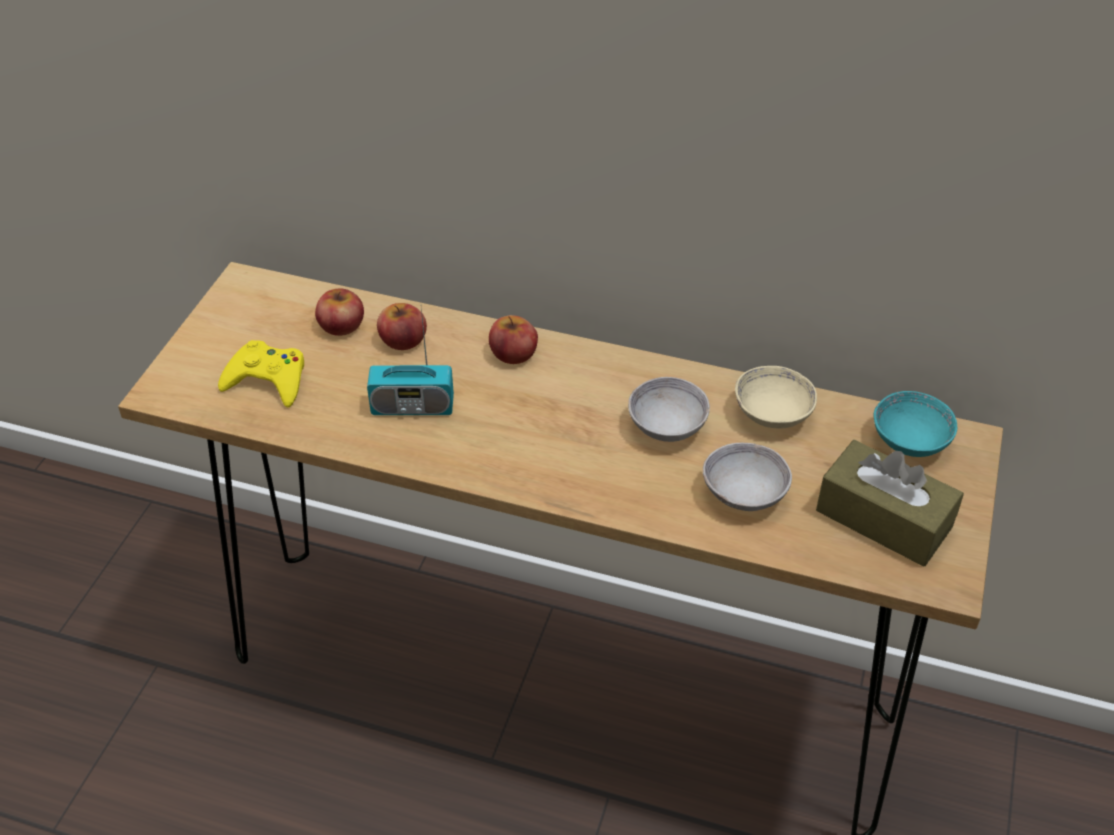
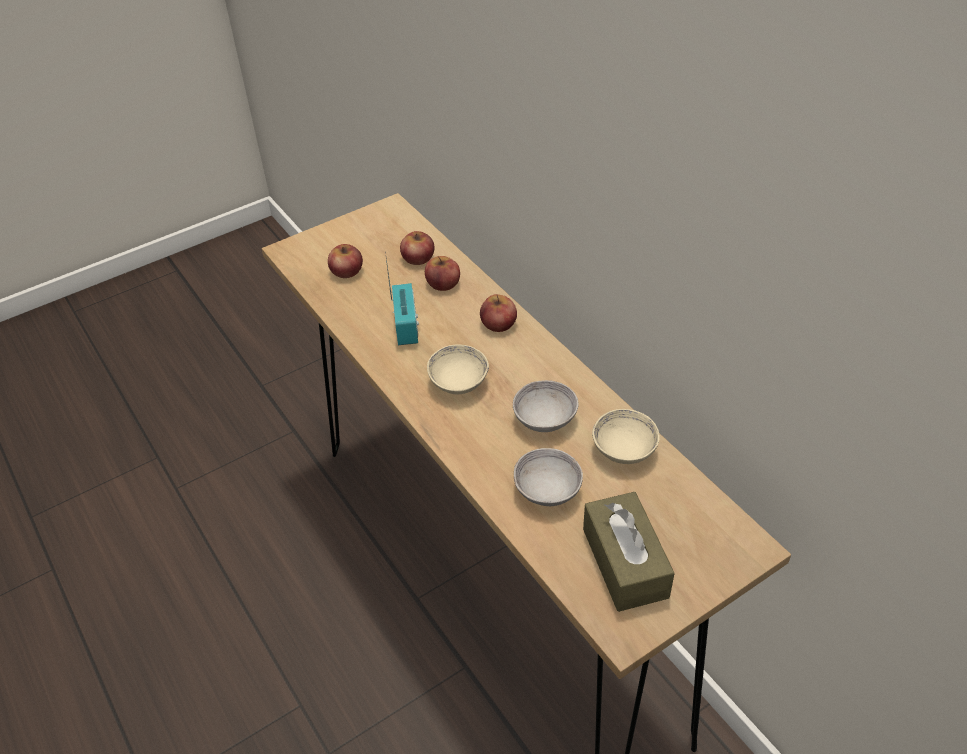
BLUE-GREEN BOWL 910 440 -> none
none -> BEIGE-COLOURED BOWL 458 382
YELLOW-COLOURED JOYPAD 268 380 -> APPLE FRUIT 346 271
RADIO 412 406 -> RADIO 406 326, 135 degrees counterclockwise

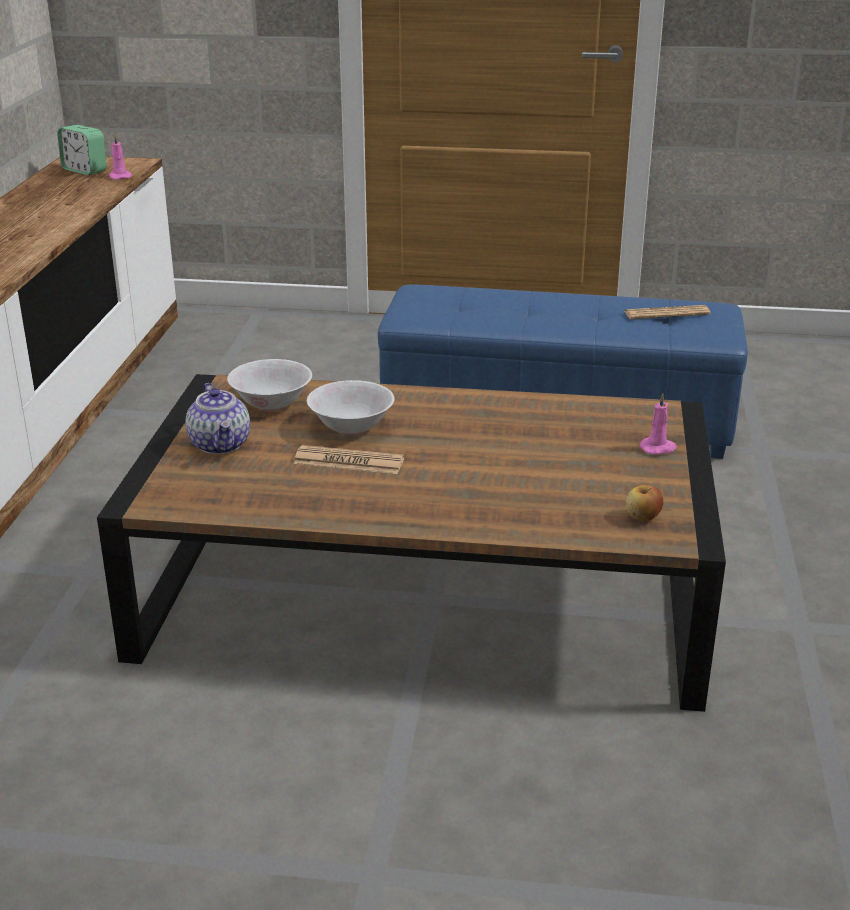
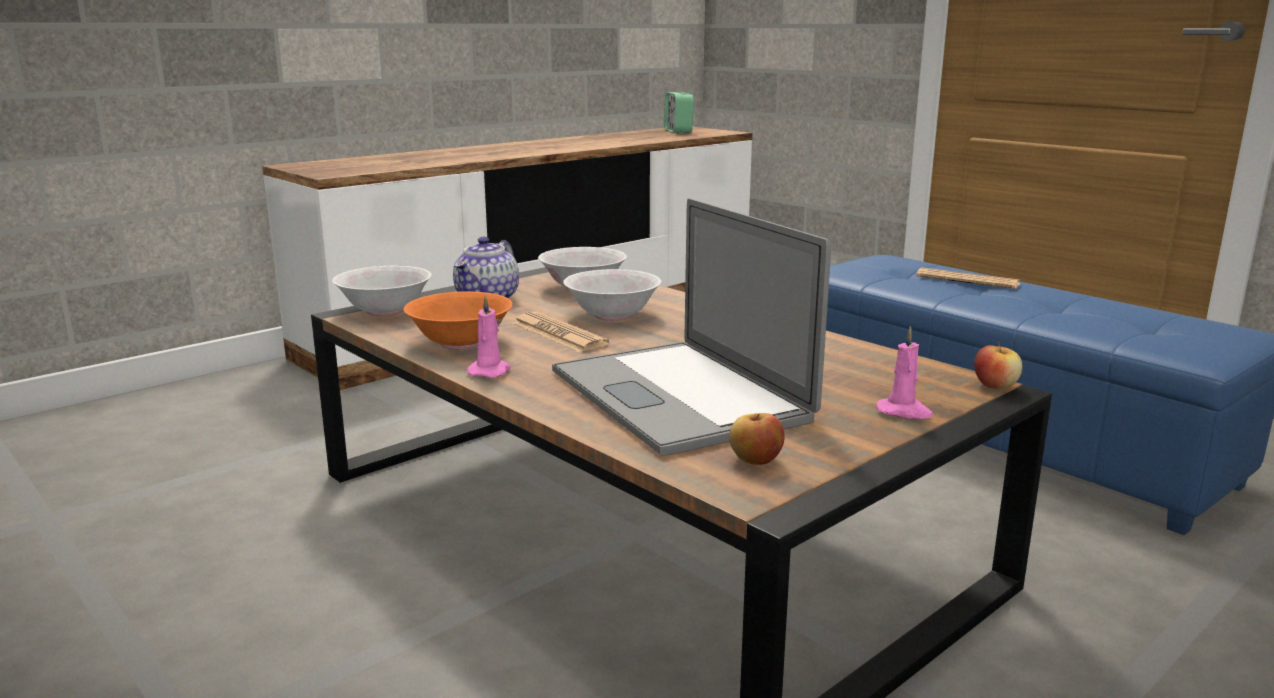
none -> WHITISH BOWL 384 311
none -> ORANGE BOWL 460 343
none -> LAPTOP 678 395
none -> APPLE FRUIT 995 386
PINK CANDLE 119 177 -> PINK CANDLE 490 371, move
PRINTED PAPER 666 313 -> PRINTED PAPER 967 280, move

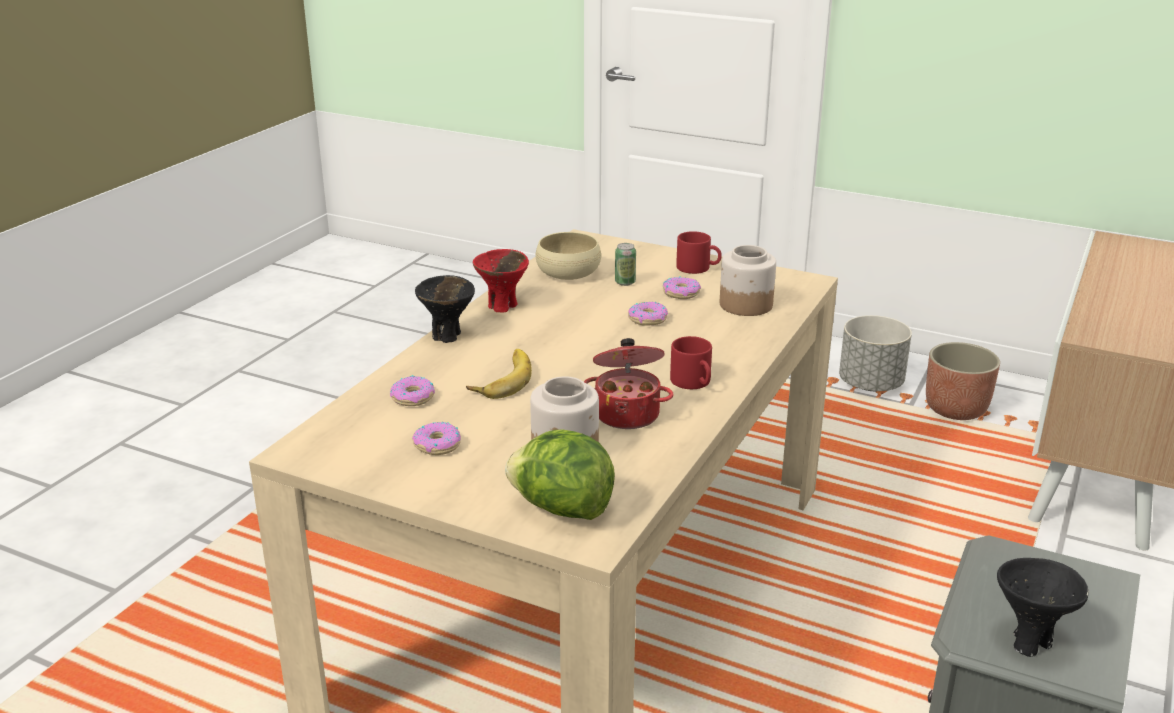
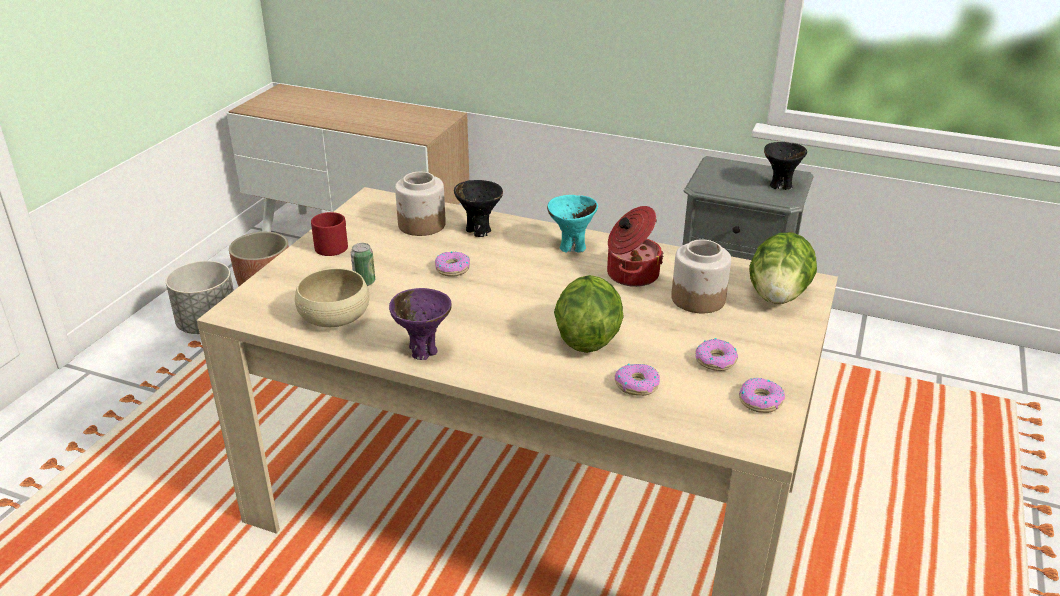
BLACKISH BOWL 447 336 -> BLACKISH BOWL 478 231, move
RING DOUGHNUT 681 293 -> RING DOUGHNUT 760 401, move
BANANA 501 379 -> LETTUCE HEAD 586 338
RED COFFEE MUG 694 383 -> BLUE-GREEN BOWL 572 247
RED BOWL 503 307 -> PURPLE-COLOURED BOWL 422 350

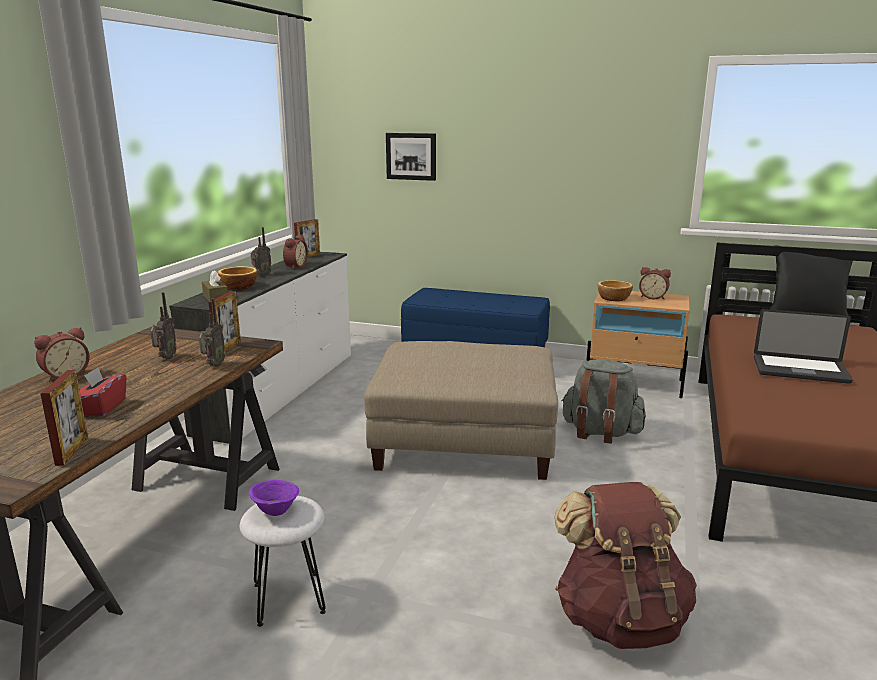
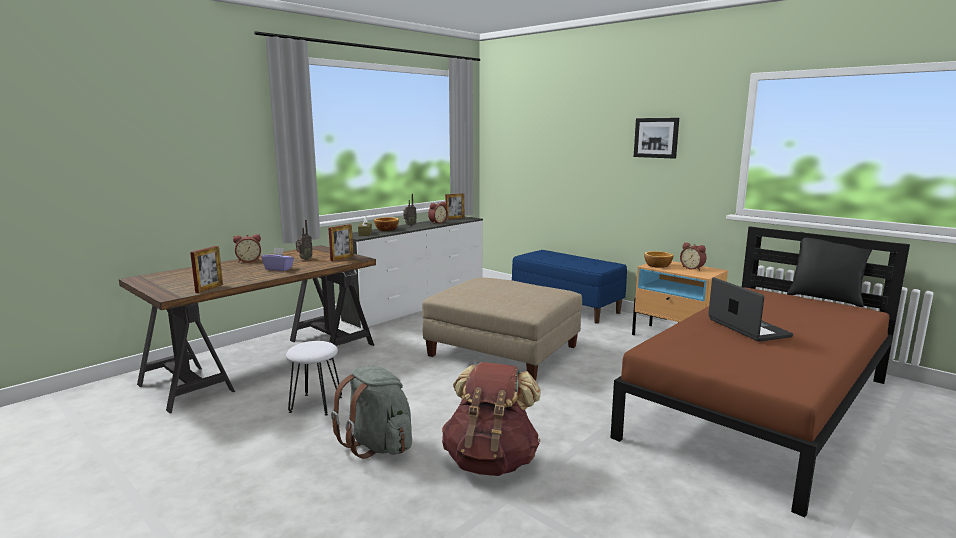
RED BOX OF TISSUES 102 408 -> none
RADIO 213 365 -> none
PURPLE-COLOURED BOWL 274 511 -> none
none -> PURPLE-COLOURED BOX OF TISSUES 279 269
WALL ART 411 156 -> WALL ART 656 137, move
GREY RUCKSACK 600 432 -> GREY RUCKSACK 378 445, move
LAPTOP 800 370 -> LAPTOP 748 328, 150 degrees counterclockwise

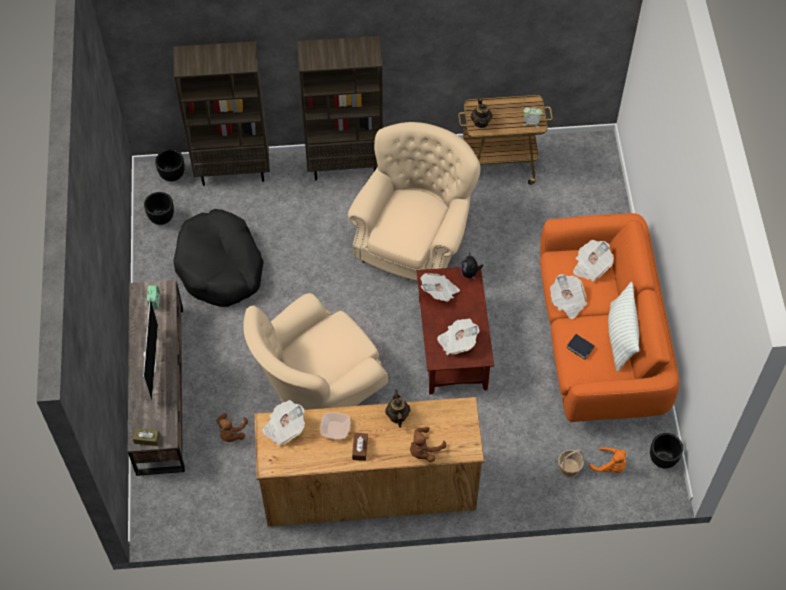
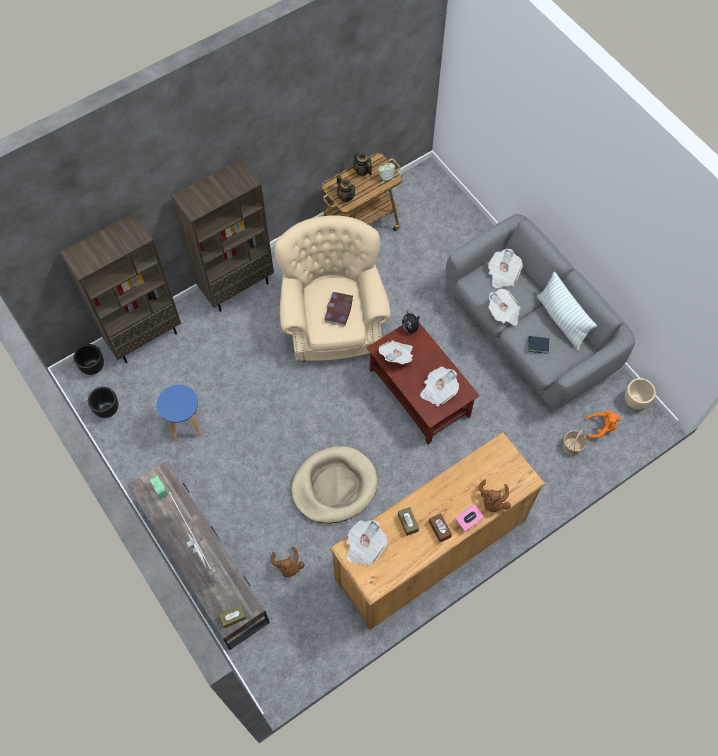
none -> VOLUME 339 310
none -> PINK BOX OF TISSUES 468 521
TEAPOT 397 416 -> TEAPOT 362 170, move
BLACKISH DOG CUSHION 220 266 -> BLUE STOOL 186 426
BEIGE-COLOURED EASY CHAIR 318 386 -> BEIGE-COLOURED DOG CUSHION 334 486
BOWL 335 428 -> BROWN BOX OF TISSUES 407 522
ORANGE SETTEE 599 342 -> GREY SETTEE 529 332
BLACKISH FLOWER POT 663 459 -> BEIGE-COLOURED FLOWER POT 635 401

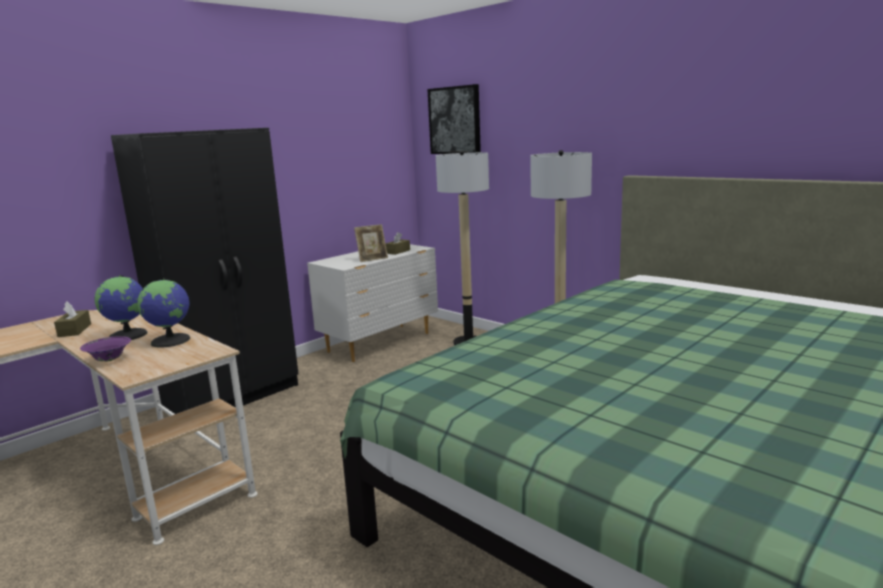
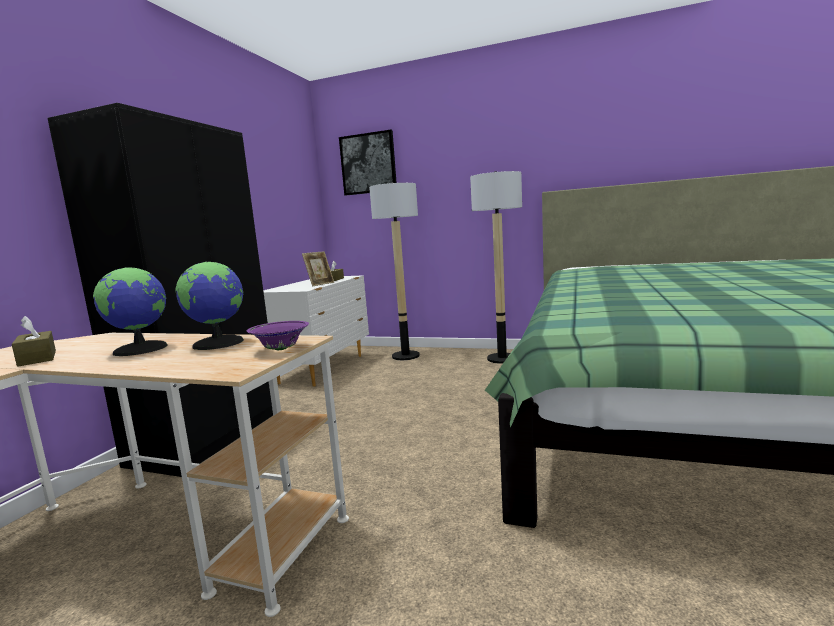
PURPLE-COLOURED BOWL 109 360 -> PURPLE-COLOURED BOWL 281 349, move

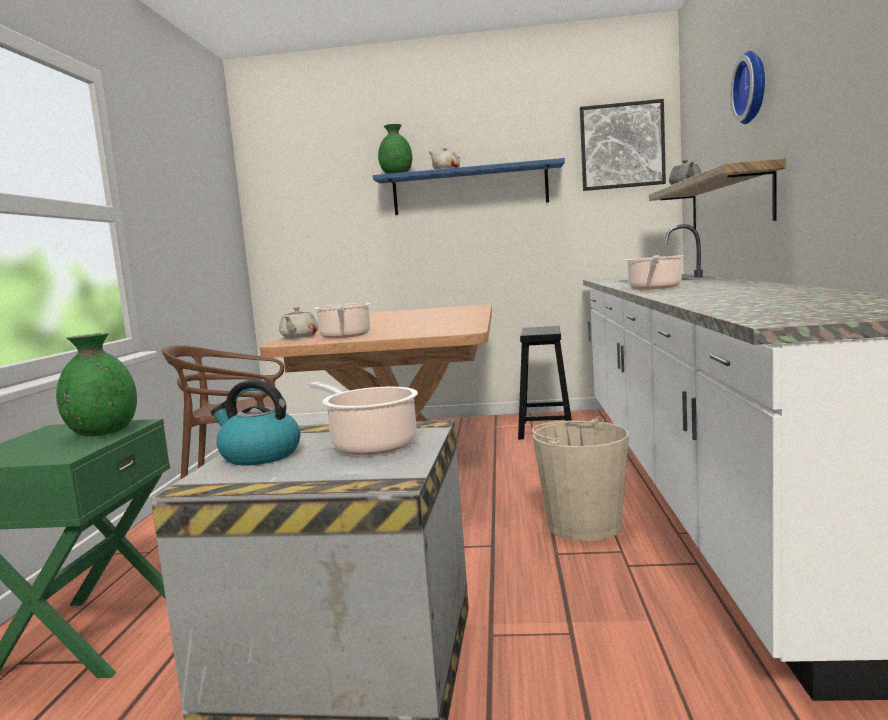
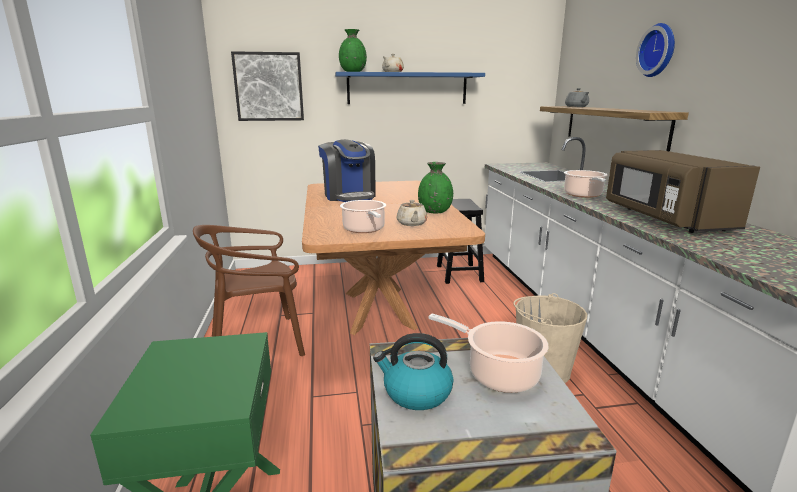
none -> COFFEE BREWER 349 196
none -> BROWN MICROWAVE OVEN 664 218
GREEN-COLOURED DECORATIVE VASE 102 432 -> GREEN-COLOURED DECORATIVE VASE 434 212, move
BEIGE-COLOURED TEAPOT 299 337 -> BEIGE-COLOURED TEAPOT 411 224, move
WALL ART 622 146 -> WALL ART 269 87, move

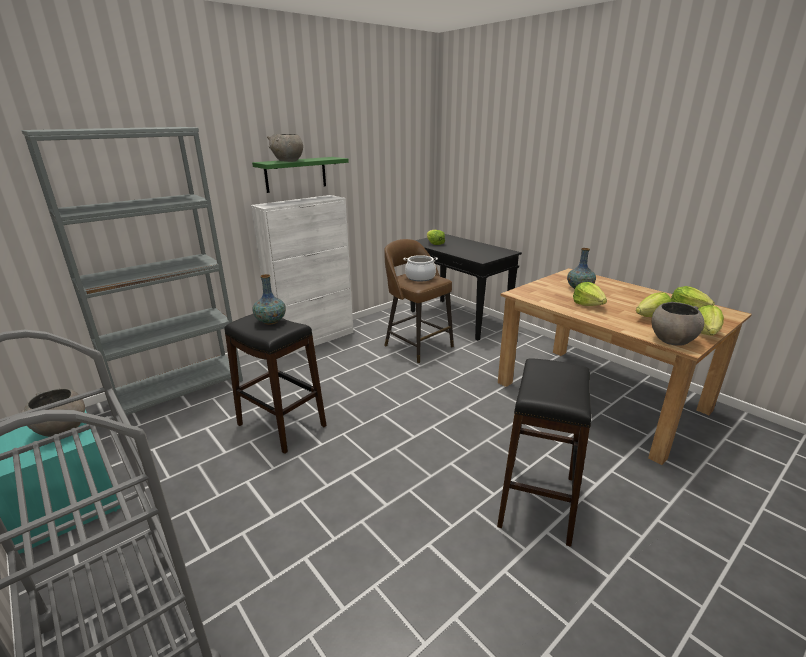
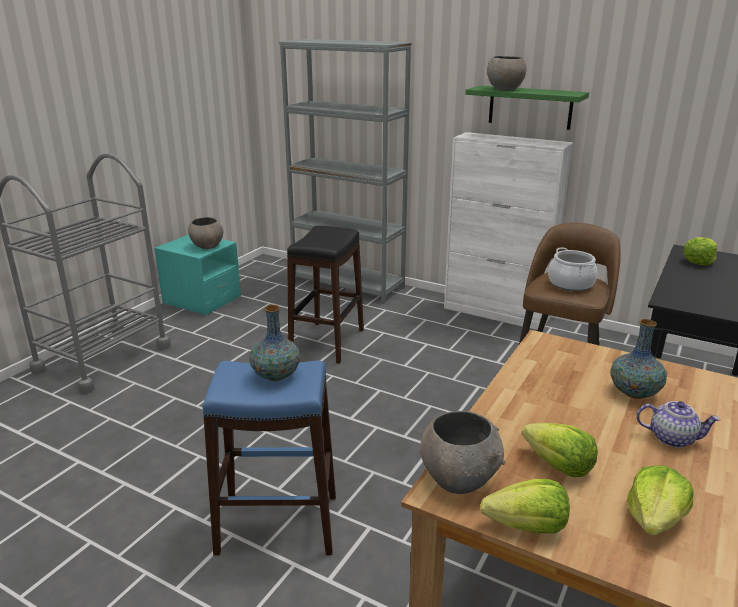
LETTUCE HEAD 588 304 -> none
none -> TEAPOT 672 438
DECORATIVE VASE 271 321 -> DECORATIVE VASE 276 375, move
BLACKISH STOOL 537 501 -> BLUE STOOL 277 524

